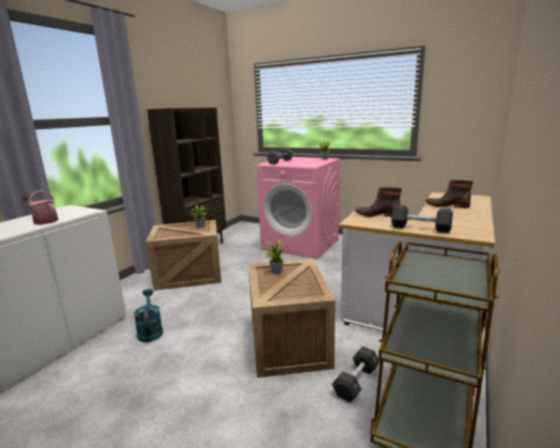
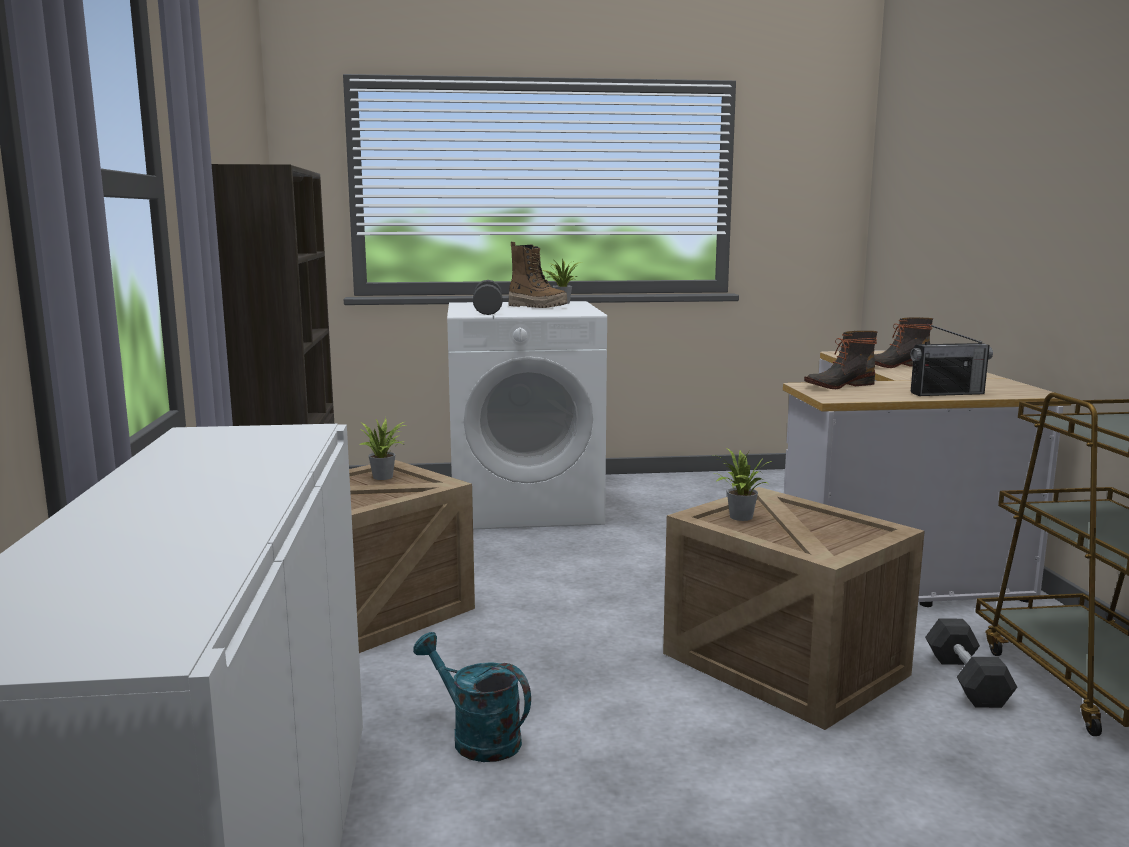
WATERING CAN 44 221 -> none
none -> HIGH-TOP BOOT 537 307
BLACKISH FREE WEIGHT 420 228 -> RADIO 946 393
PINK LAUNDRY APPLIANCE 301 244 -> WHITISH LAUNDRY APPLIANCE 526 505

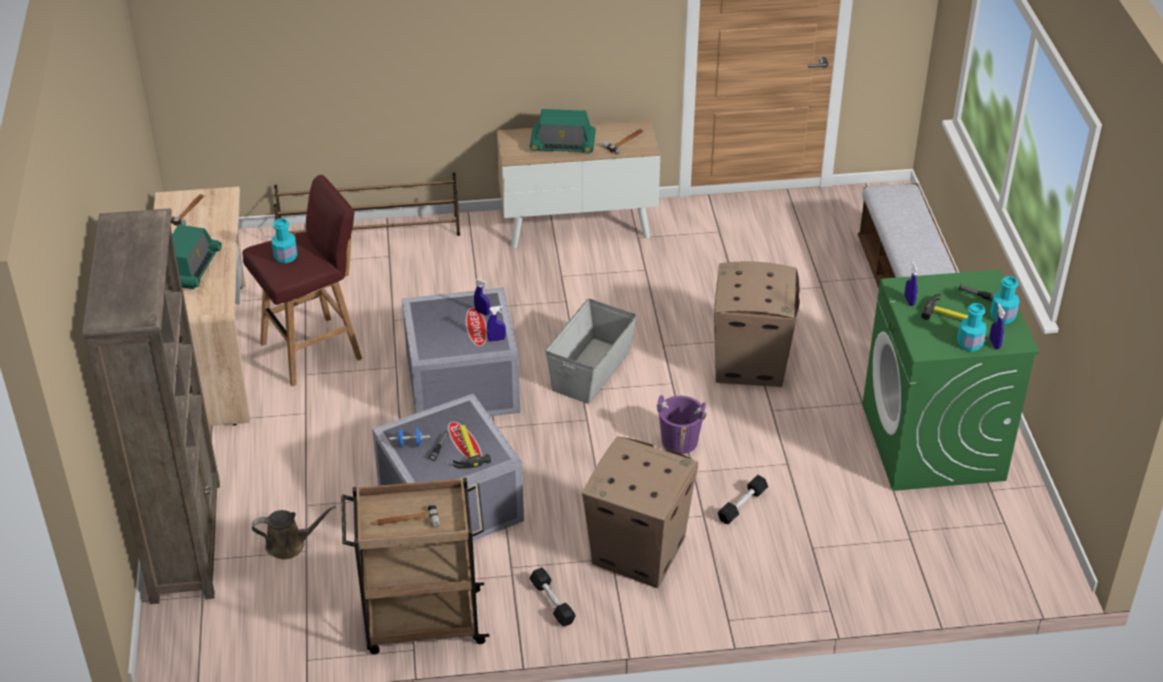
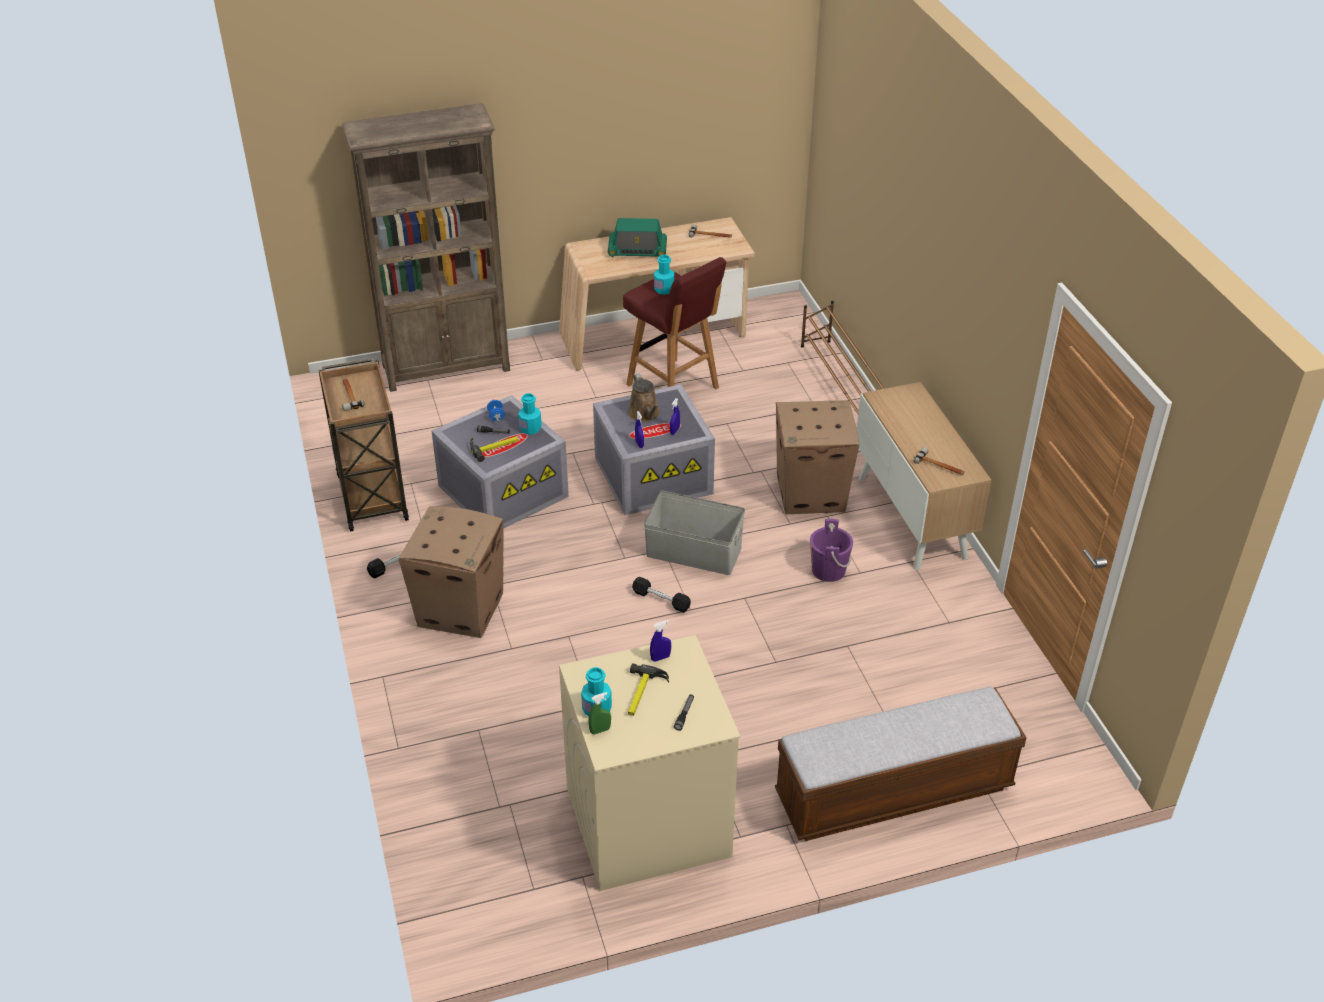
RADIO 562 145 -> none
BROWN WATERING CAN 289 544 -> BROWN WATERING CAN 645 414, move
PURPLE-COLOURED BUCKET 679 441 -> PURPLE-COLOURED BUCKET 828 570, move
PACKING BOX 750 362 -> PACKING BOX 812 493, move
BLACKISH FREE WEIGHT 742 505 -> BLACKISH FREE WEIGHT 661 600, move
BLUE-GREEN DRINK BOTTLE 1002 316 -> BLUE-GREEN DRINK BOTTLE 530 428, move
GREEN-COLOURED LAUNDRY APPLIANCE 933 443 -> BEIGE-COLOURED LAUNDRY APPLIANCE 647 823
BLUE HAND SPRAYER 994 344 -> GREEN-COLOURED HAND SPRAYER 600 730

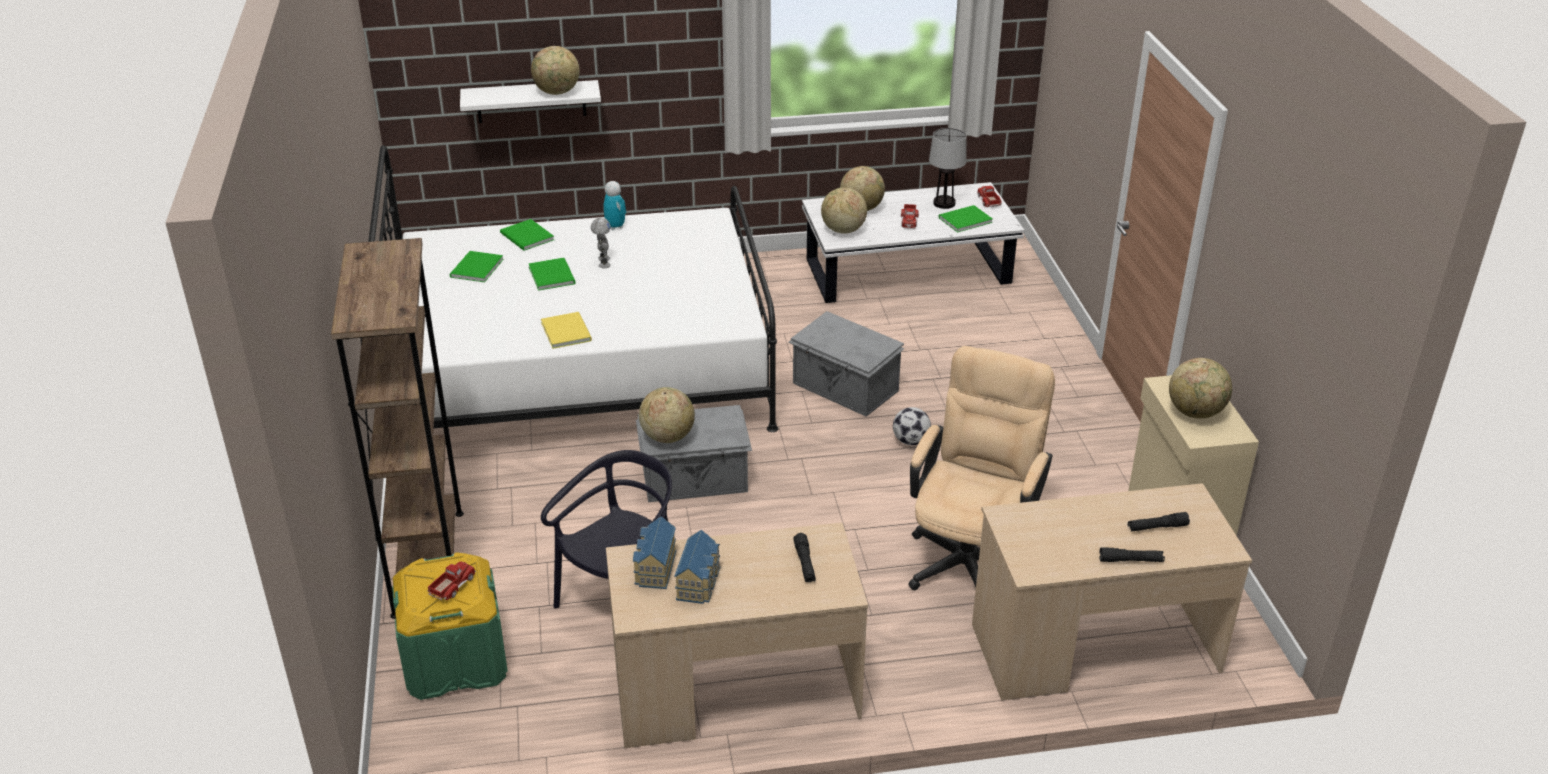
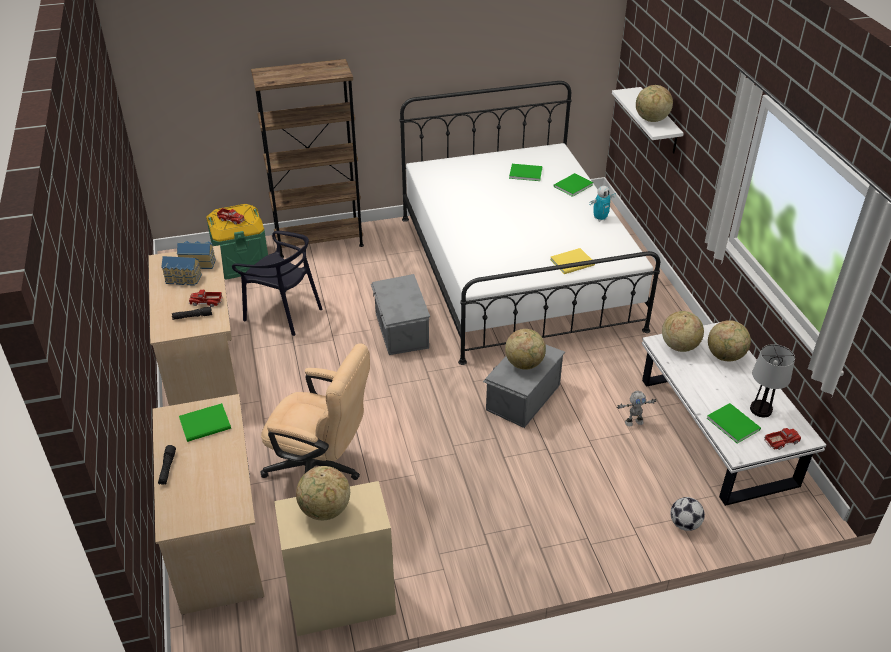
BLACKISH HAND TORCH 1157 527 -> none
GREEN-COLOURED VOLUME 552 274 -> GREEN-COLOURED VOLUME 207 424, move
YELLOW-COLOURED VOLUME 567 331 -> YELLOW-COLOURED VOLUME 573 262, move
TOY ROBOT 603 262 -> TOY ROBOT 633 421, move
GLOBE 667 437 -> GLOBE 524 363, move
BALL FOR FOOTBALL 910 441 -> BALL FOR FOOTBALL 684 524, move
TOY LORRY 909 221 -> TOY LORRY 206 302, move

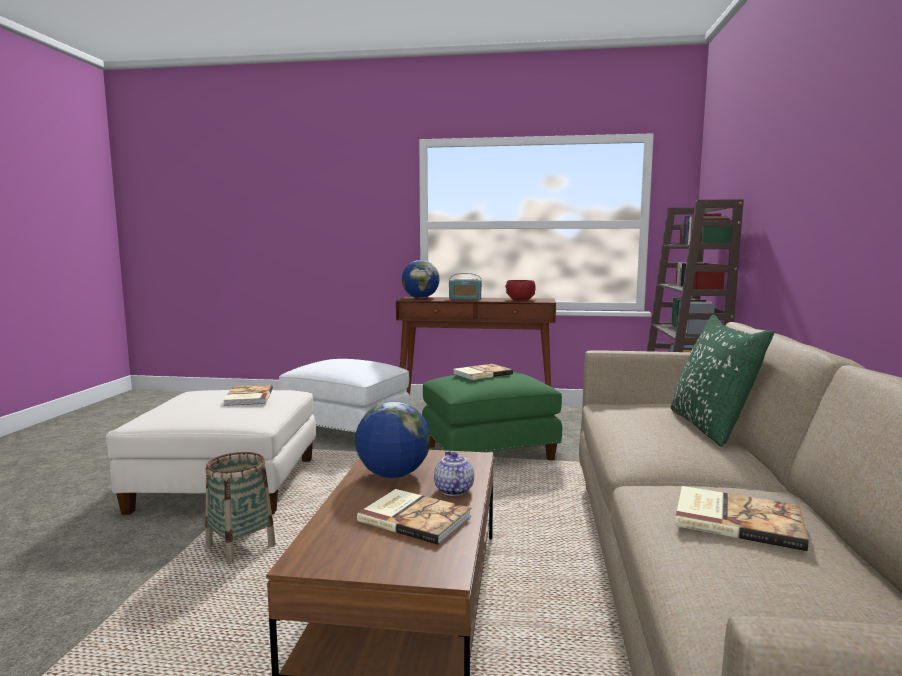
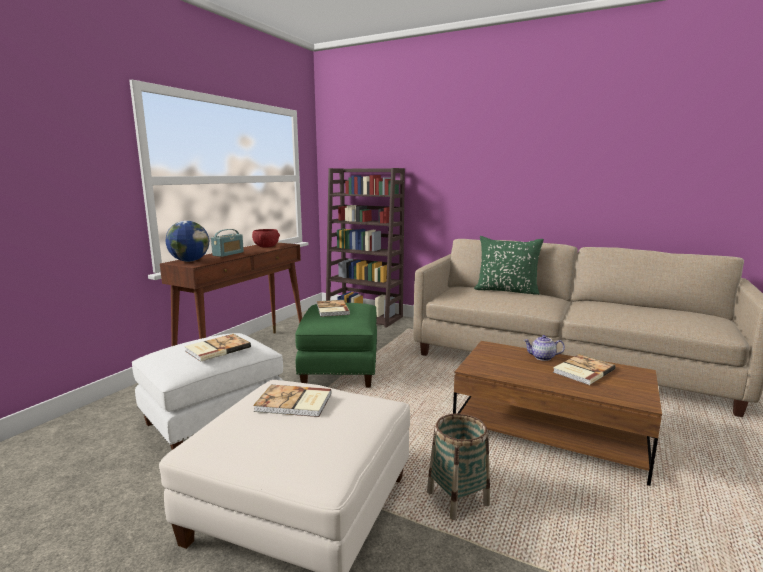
GLOBE 393 475 -> none
VOLUME 736 519 -> VOLUME 217 349, move

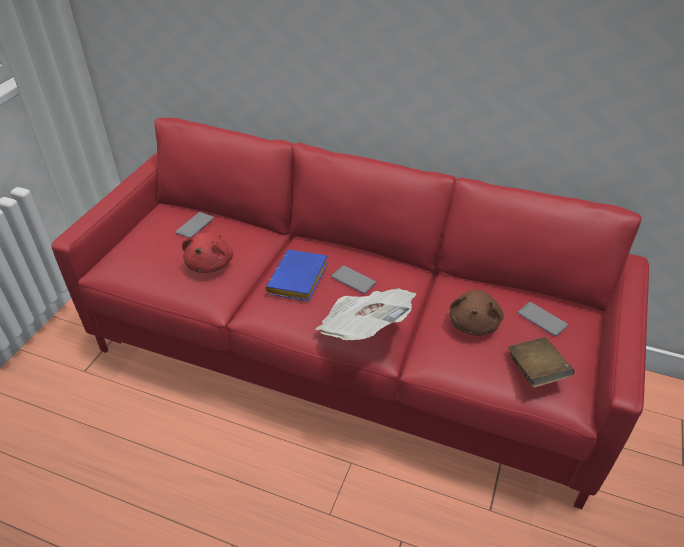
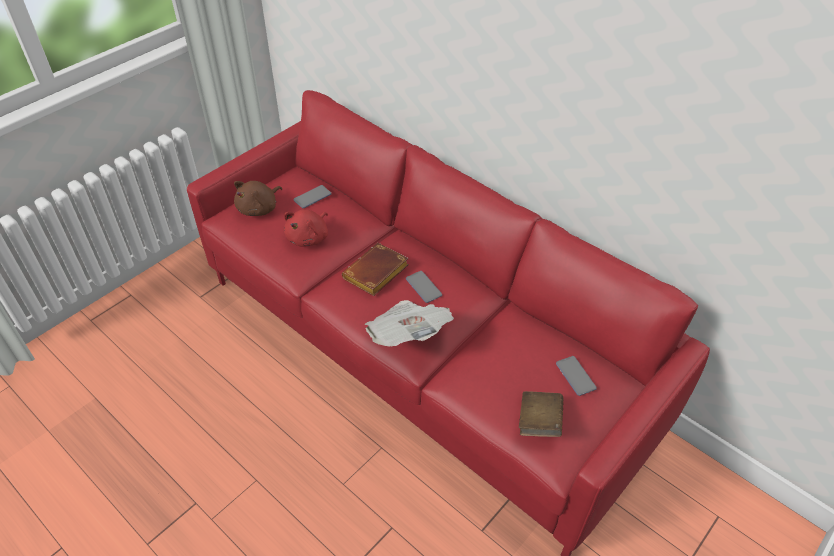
BROWN PLUSH TOY 474 323 -> BROWN PLUSH TOY 259 208, move
BLUE VOLUME 299 281 -> BROWN VOLUME 376 275

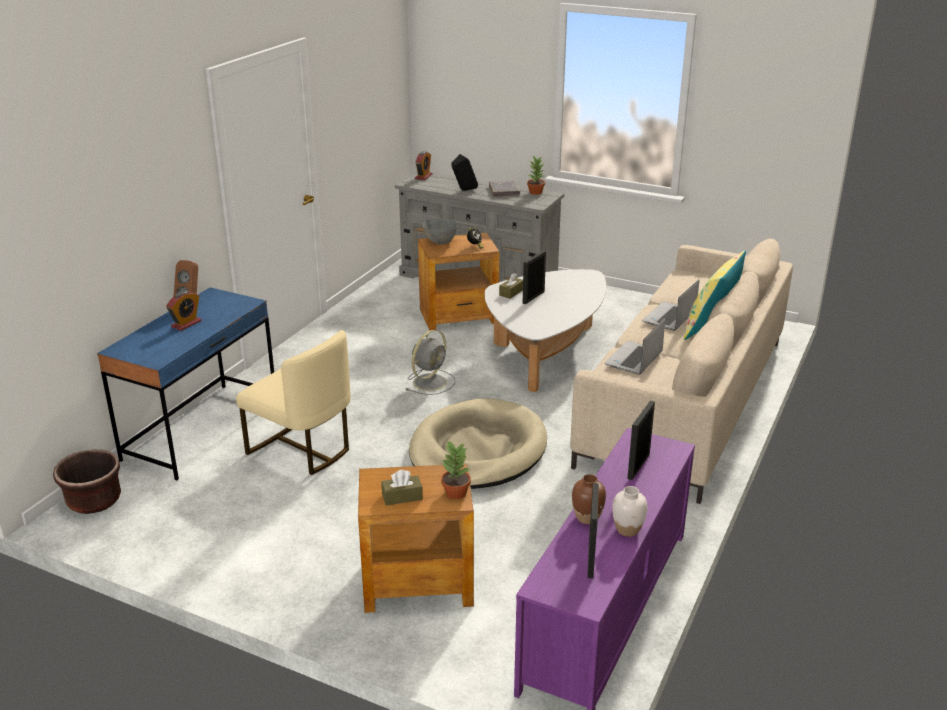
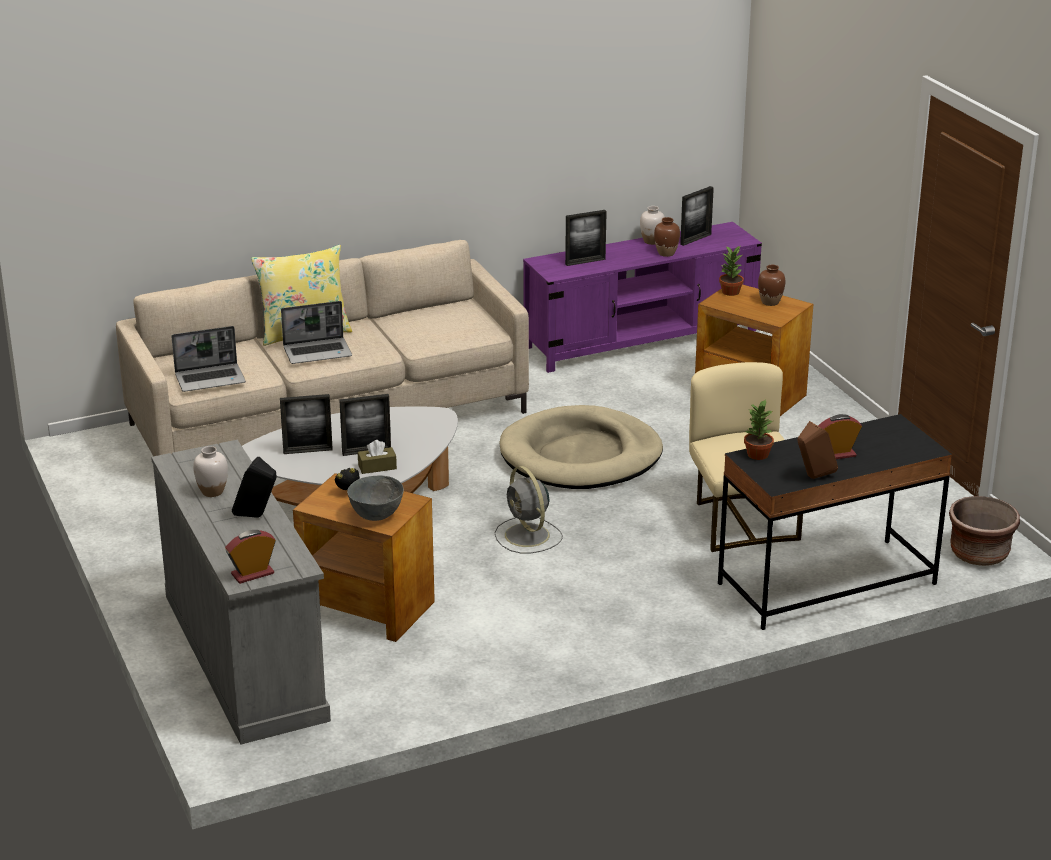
none -> PHOTO FRAME 308 451
HOUSEPLANT 535 192 -> HOUSEPLANT 757 455, move
LAPTOP 634 360 -> LAPTOP 211 379, move
BROWN BOX OF TISSUES 402 497 -> BROWN DECORATIVE VASE 770 302
GREY VOLUME 504 191 -> WHITISH DECORATIVE VASE 212 492
BLUE DESK 202 430 -> BLACKISH DESK 826 584
GREY COOLING FAN 430 381 -> GREY COOLING FAN 528 536, 105 degrees counterclockwise

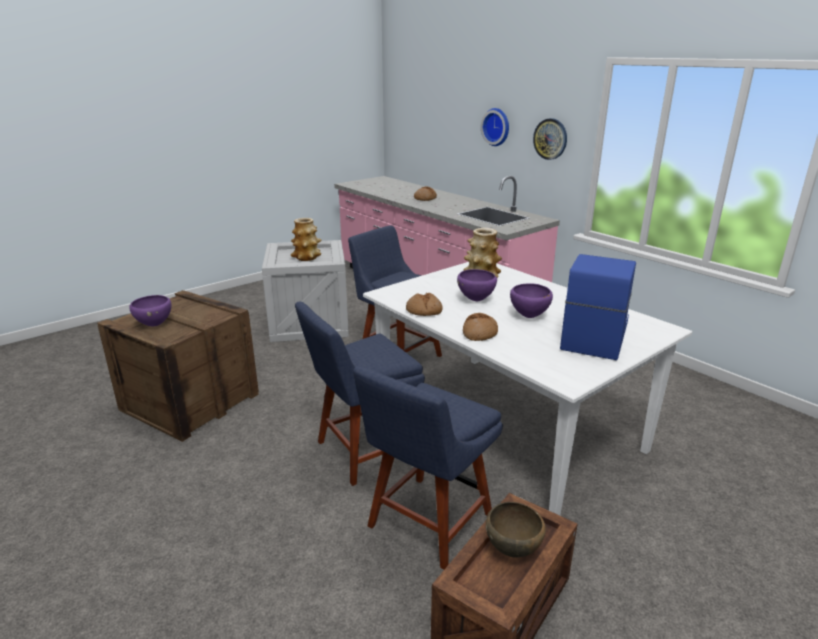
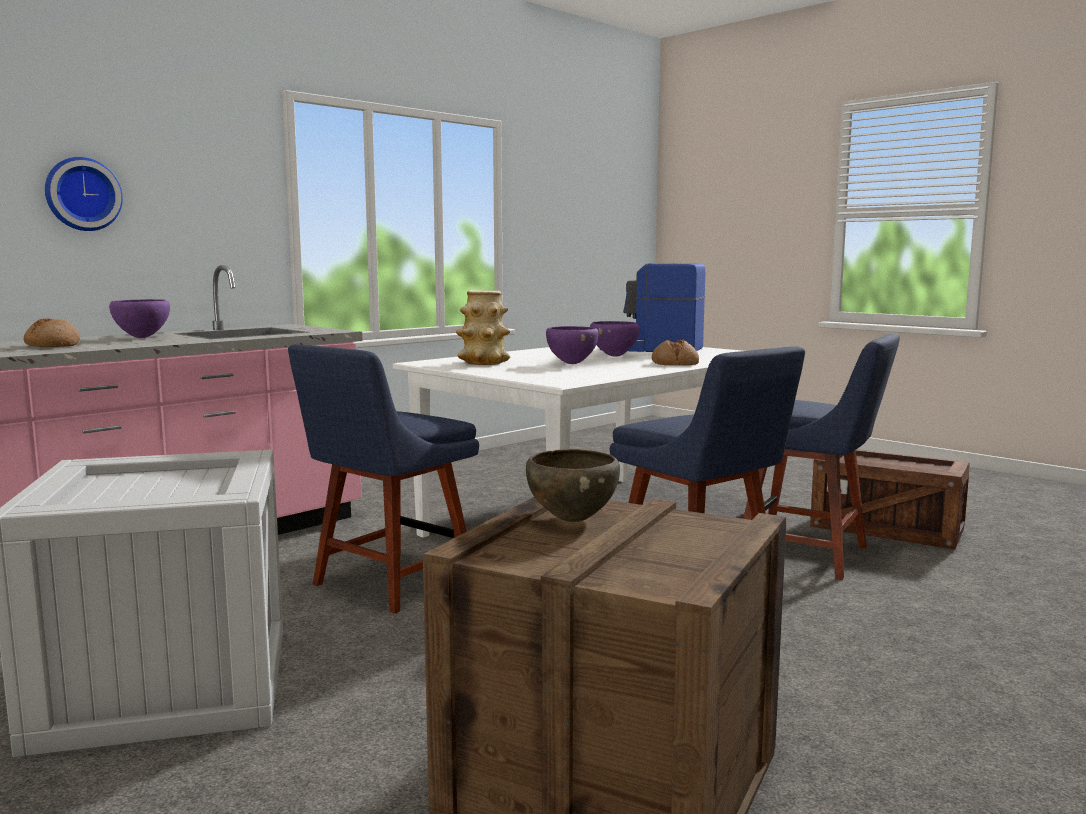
DECORATIVE VASE 307 257 -> none
BREAD 424 311 -> none
WALL CLOCK 550 139 -> none
PURPLE-COLOURED BOWL 154 325 -> PURPLE-COLOURED BOWL 141 338, move
BROWN BOWL 513 550 -> BROWN BOWL 572 520, move

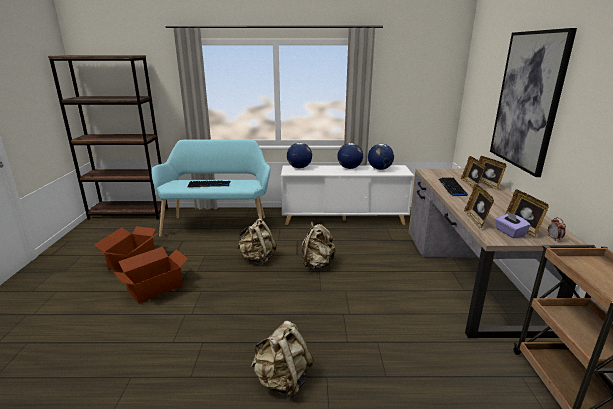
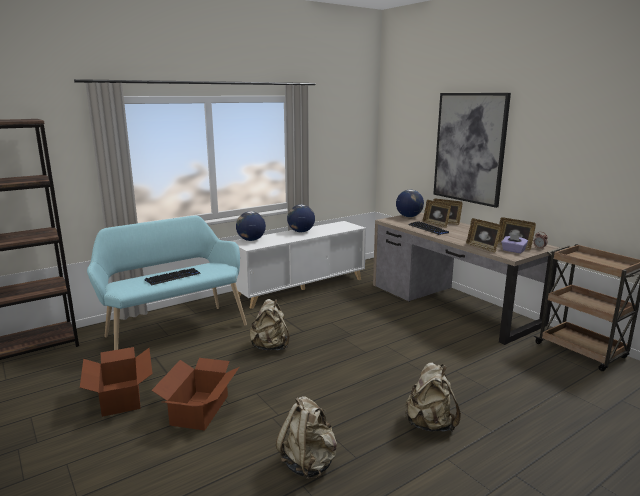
BEIGE-COLOURED RUCKSACK 317 264 -> BEIGE-COLOURED RUCKSACK 309 463, move
GLOBE 380 169 -> GLOBE 409 216, move

